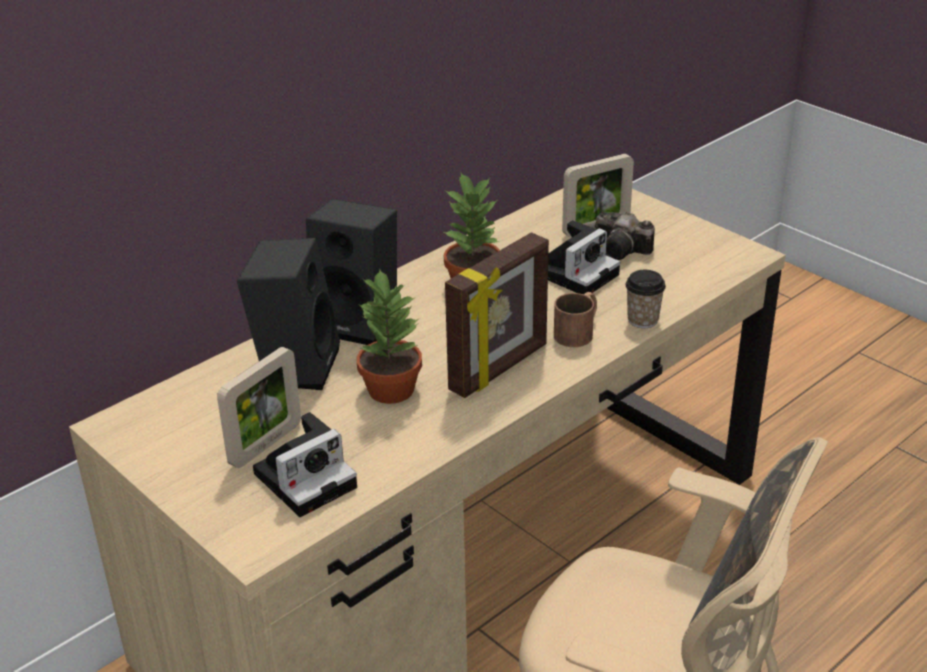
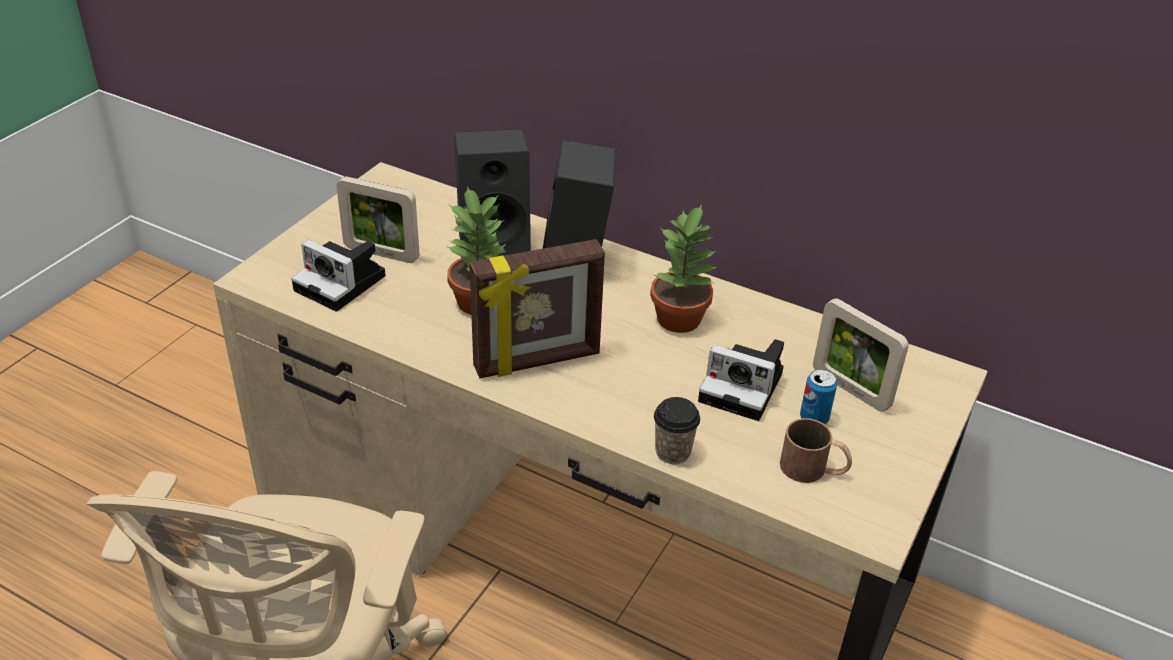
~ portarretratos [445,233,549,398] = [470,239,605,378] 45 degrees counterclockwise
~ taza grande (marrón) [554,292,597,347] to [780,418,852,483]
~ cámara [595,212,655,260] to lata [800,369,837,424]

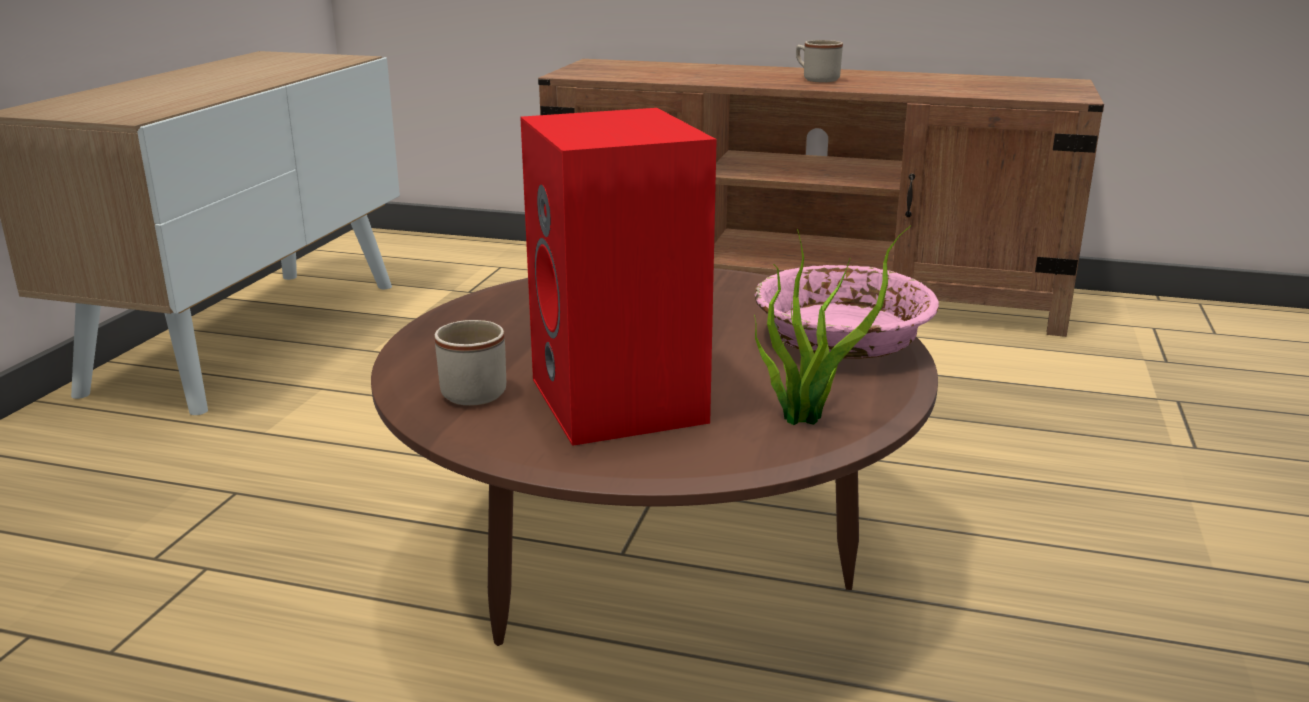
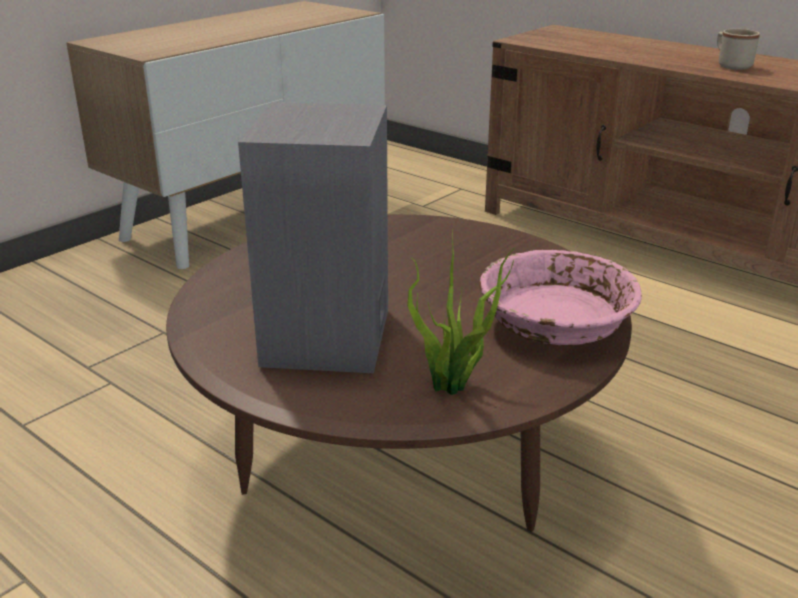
- taza grande (beis) [434,320,506,406]
~ altavoz (rojo) [520,108,717,446] to altavoz (gris) [238,102,388,373]

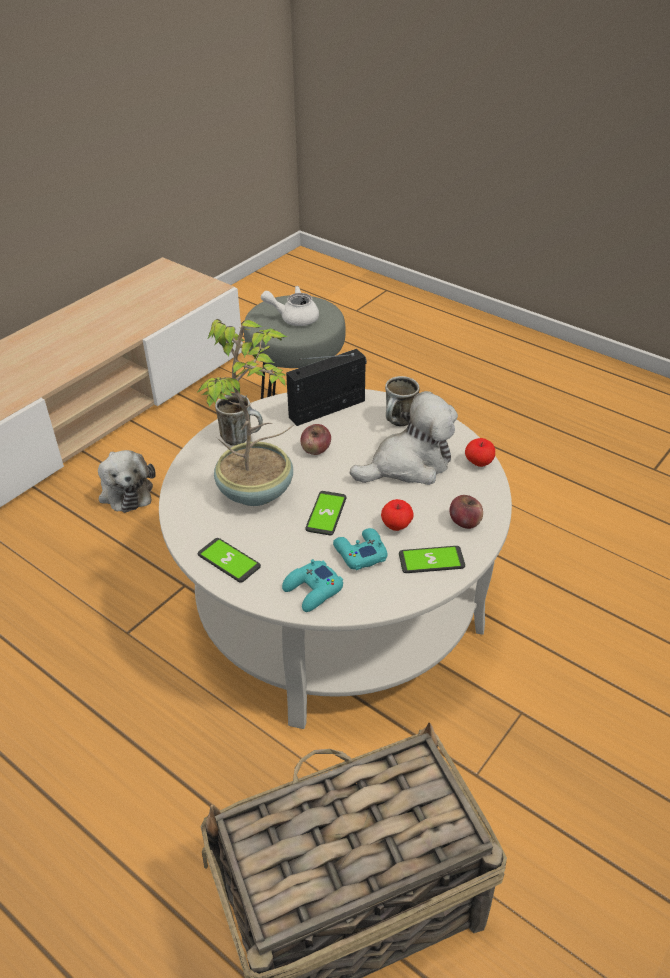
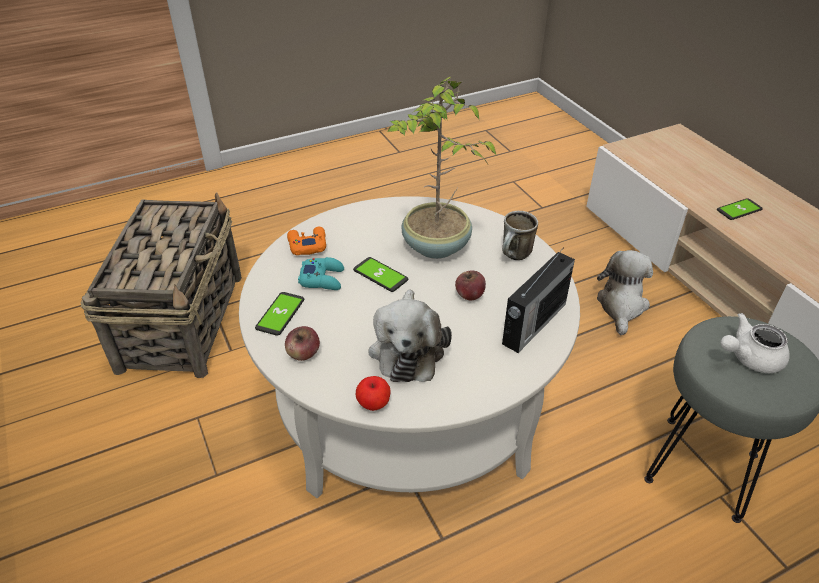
~ peluche [98,450,156,513] = [597,250,653,335] 105 degrees clockwise
~ móvil [198,538,261,582] to [717,198,762,220]
~ tetera (blanco) [261,286,319,326] = [720,313,790,373] 135 degrees counterclockwise
~ mando de consola (turquesa) [282,559,343,612] to mando de consola (naranja) [287,227,326,255]
~ radio [286,349,367,426] = [502,248,575,353] 45 degrees clockwise
- manzana [381,499,414,531]
- taza grande [385,376,420,426]

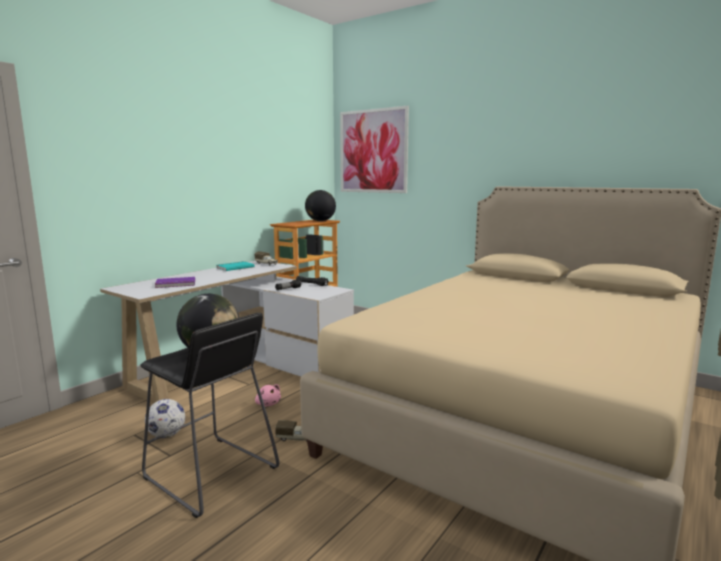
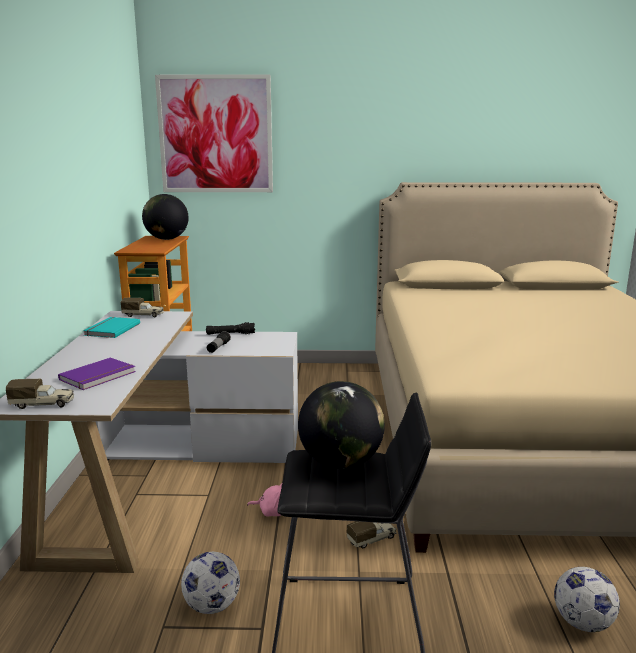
+ camión de juguete [6,379,74,409]
+ balón de fútbol [554,567,620,632]

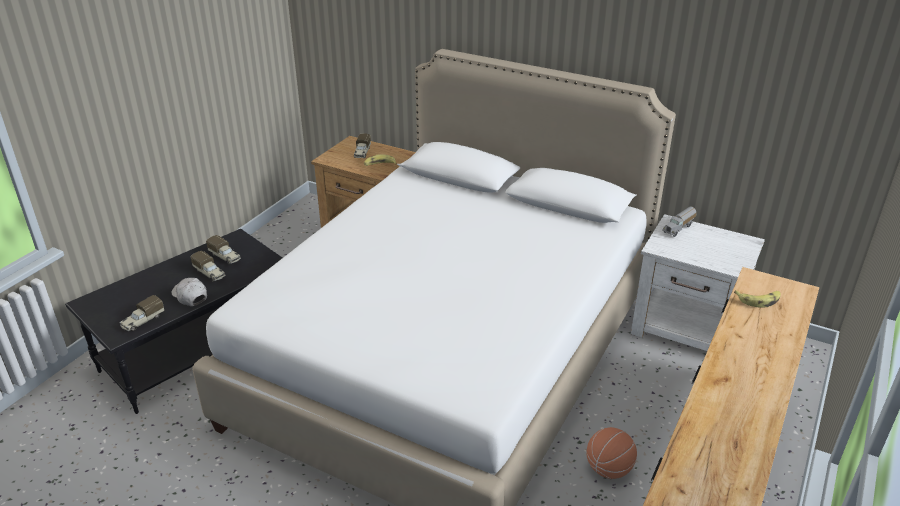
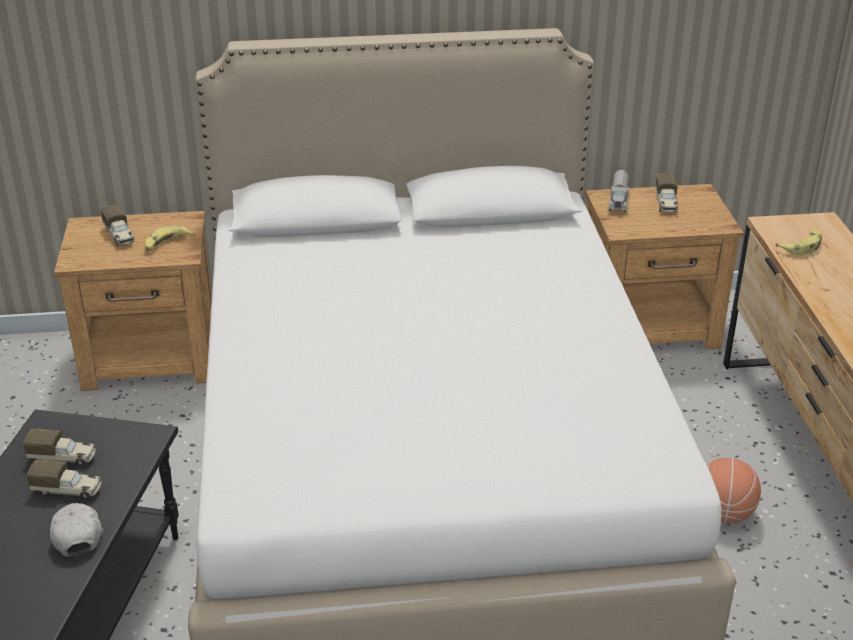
~ camión de juguete [119,295,165,331] to [656,173,678,212]
~ gorra (blanco) [172,278,207,306] = [50,503,103,557] 60 degrees clockwise
~ mesita de noche (blanco) [631,214,765,351] to mesita de noche (marrón) [585,184,744,349]

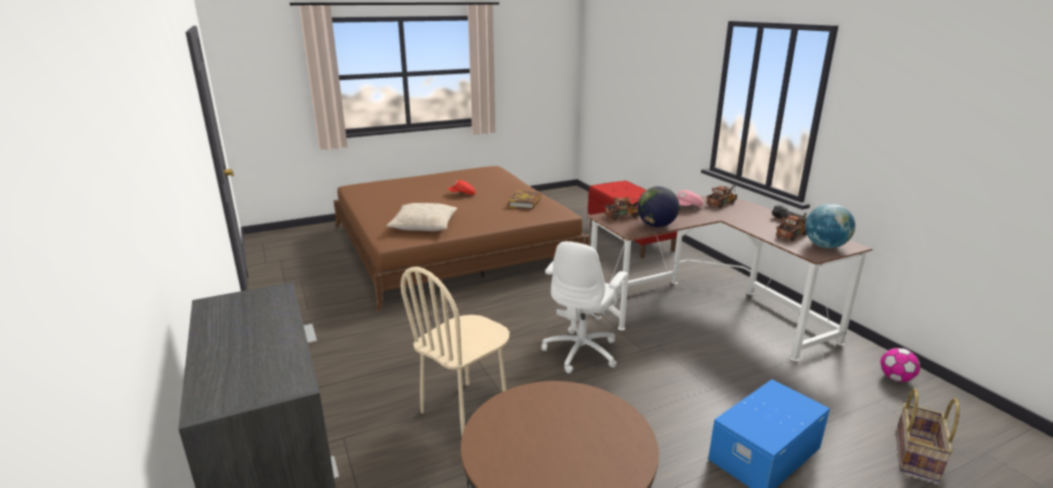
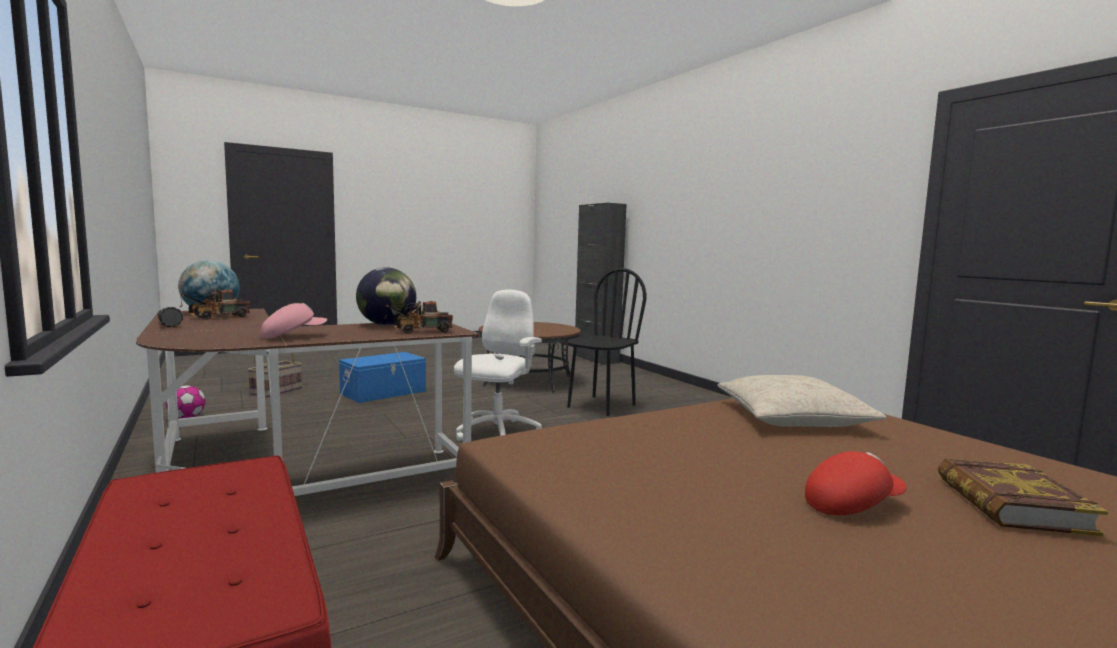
~ silla (beis) [401,267,509,437] to silla (negro) [567,268,646,416]
~ libro [508,191,542,209] to [938,459,1108,537]
- camión de juguete [707,185,737,208]

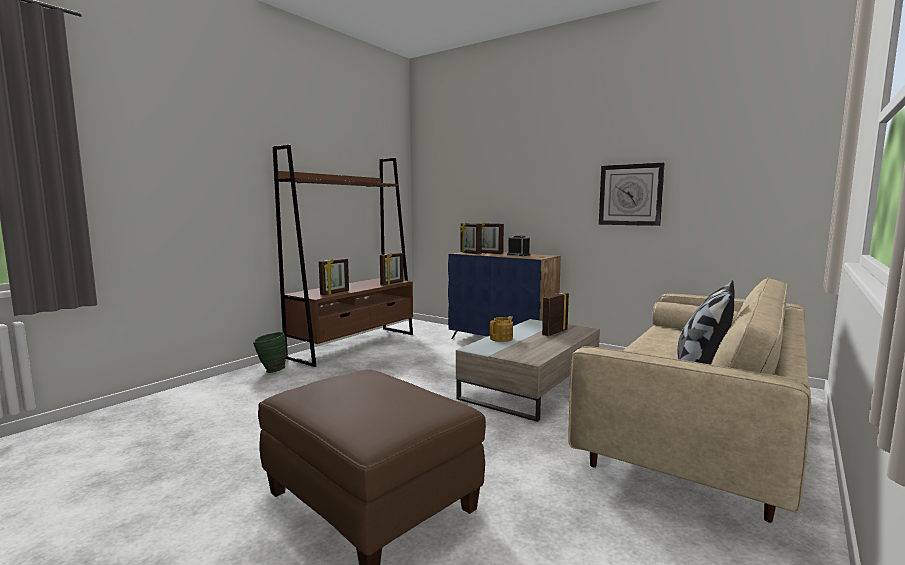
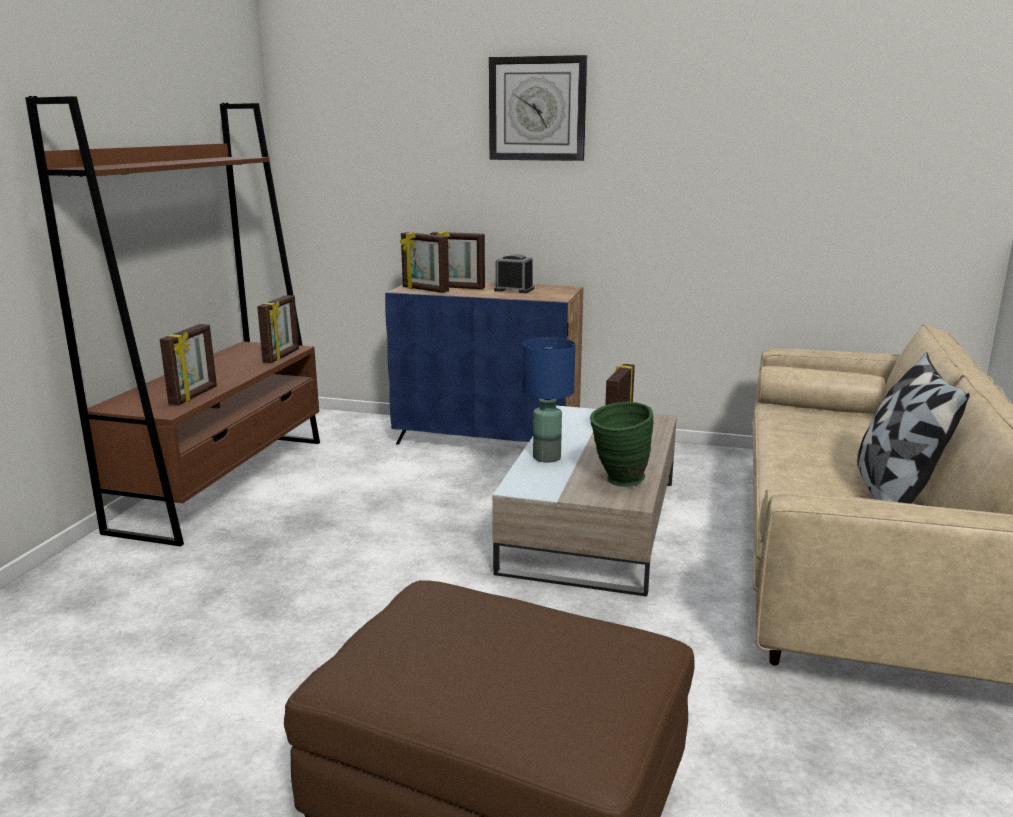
~ florero (verde) [253,332,286,373] to [590,401,653,487]
~ tetera [490,316,513,342] to lámpara de mesa (azul) [522,337,575,462]
~ reloj de pared [599,163,665,226] to [489,55,587,161]

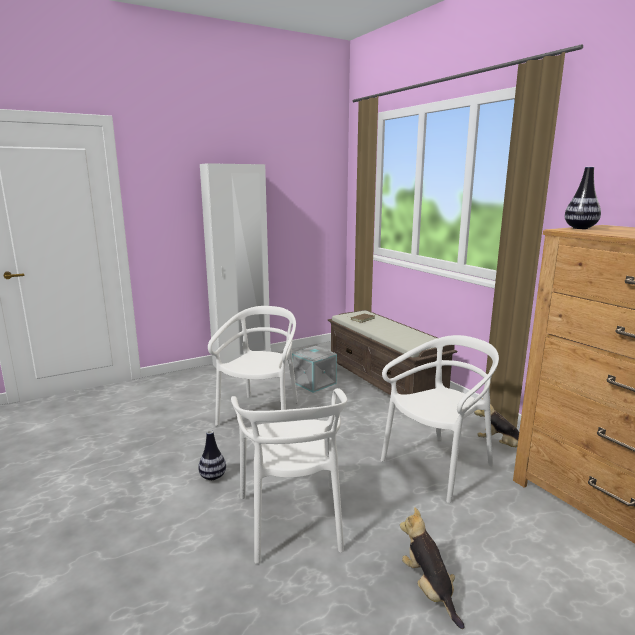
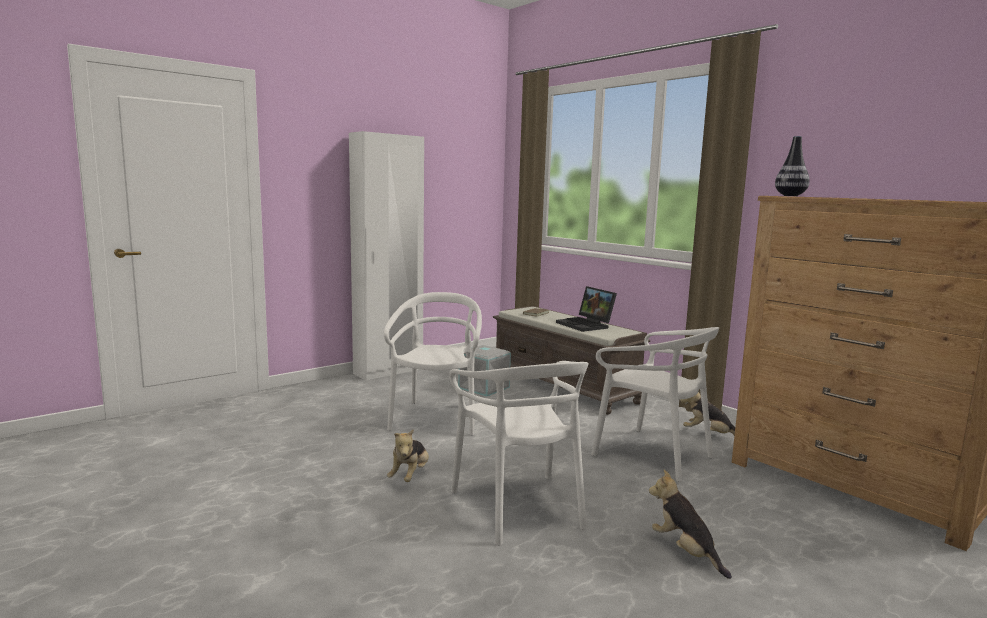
~ florero [198,430,226,480] to peluche [387,429,429,482]
~ silla (blanco) [381,335,499,503] = [591,327,719,482] 90 degrees clockwise
+ portátil [556,286,617,332]

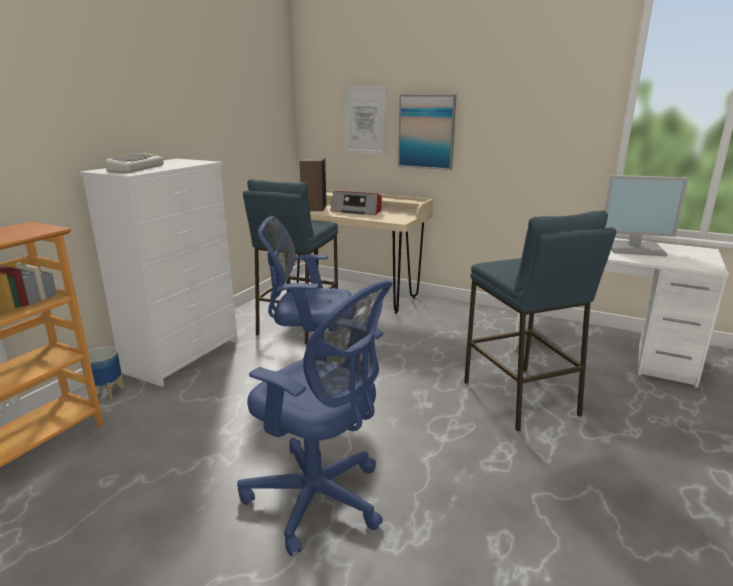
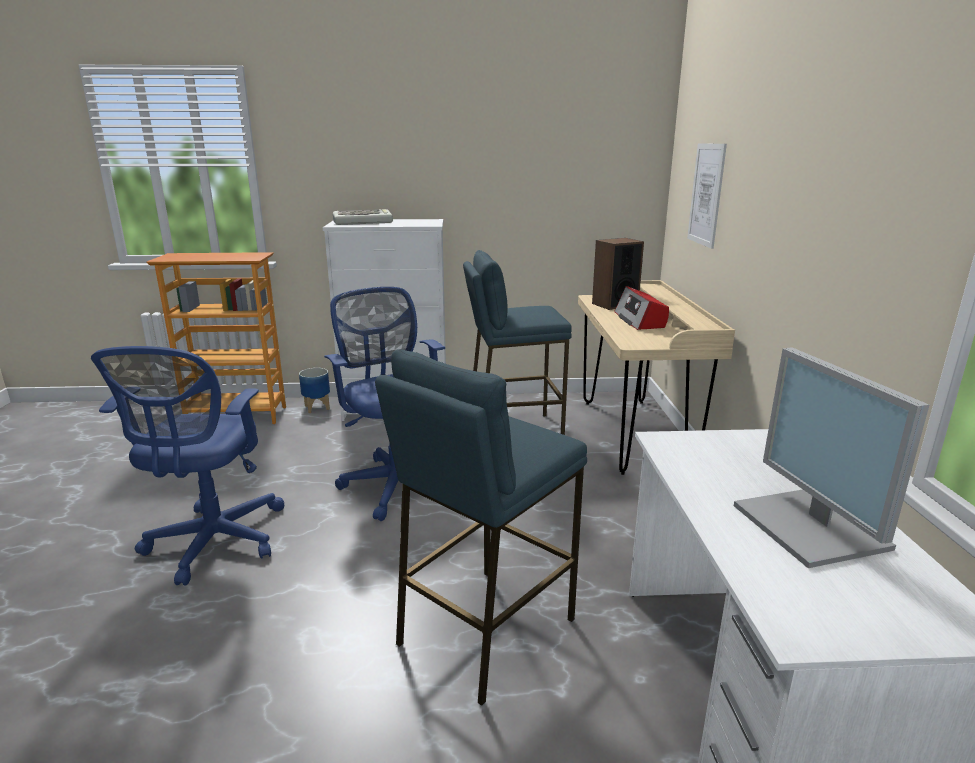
- cuadro [398,95,456,170]

